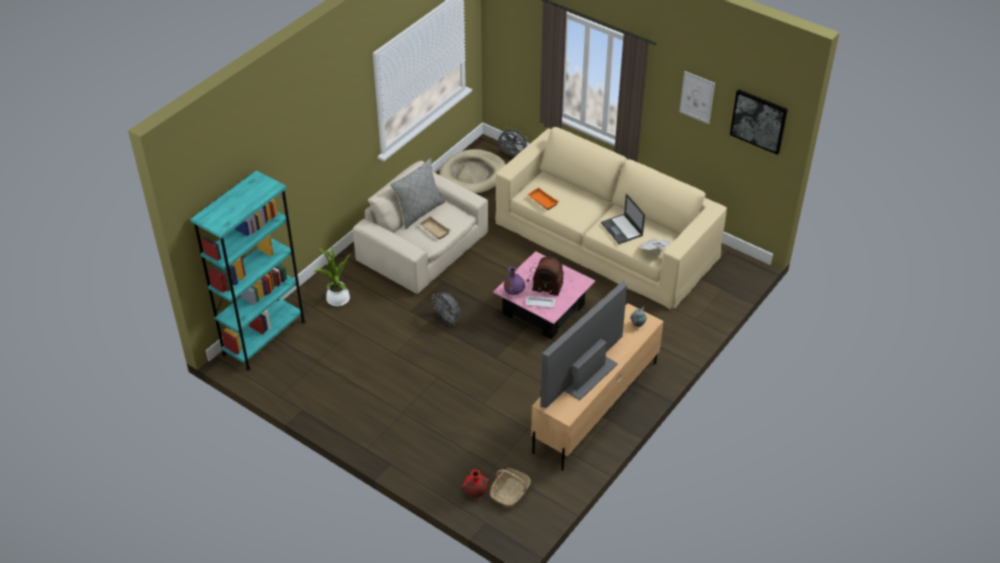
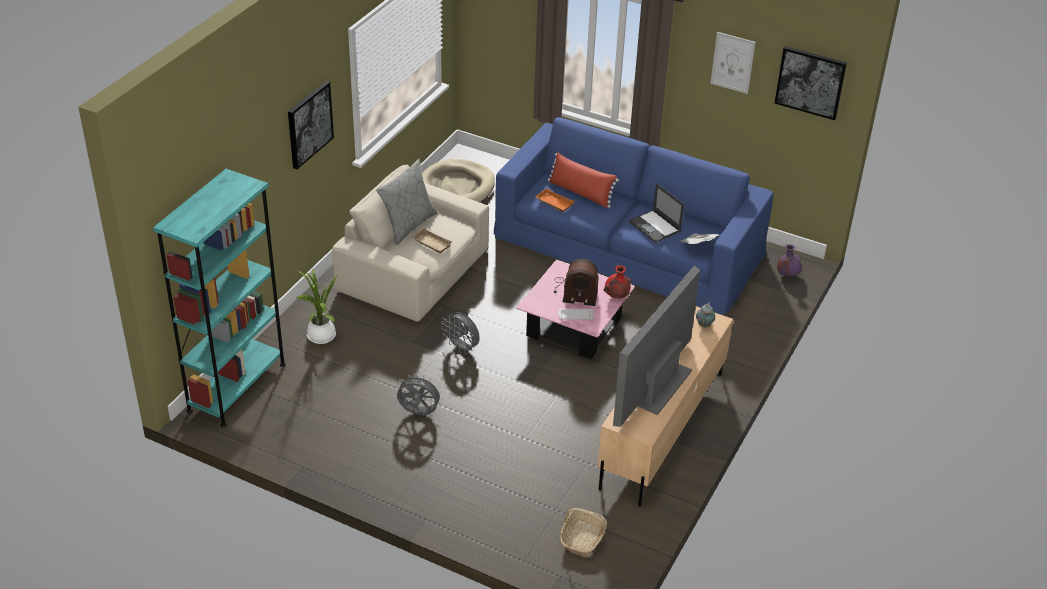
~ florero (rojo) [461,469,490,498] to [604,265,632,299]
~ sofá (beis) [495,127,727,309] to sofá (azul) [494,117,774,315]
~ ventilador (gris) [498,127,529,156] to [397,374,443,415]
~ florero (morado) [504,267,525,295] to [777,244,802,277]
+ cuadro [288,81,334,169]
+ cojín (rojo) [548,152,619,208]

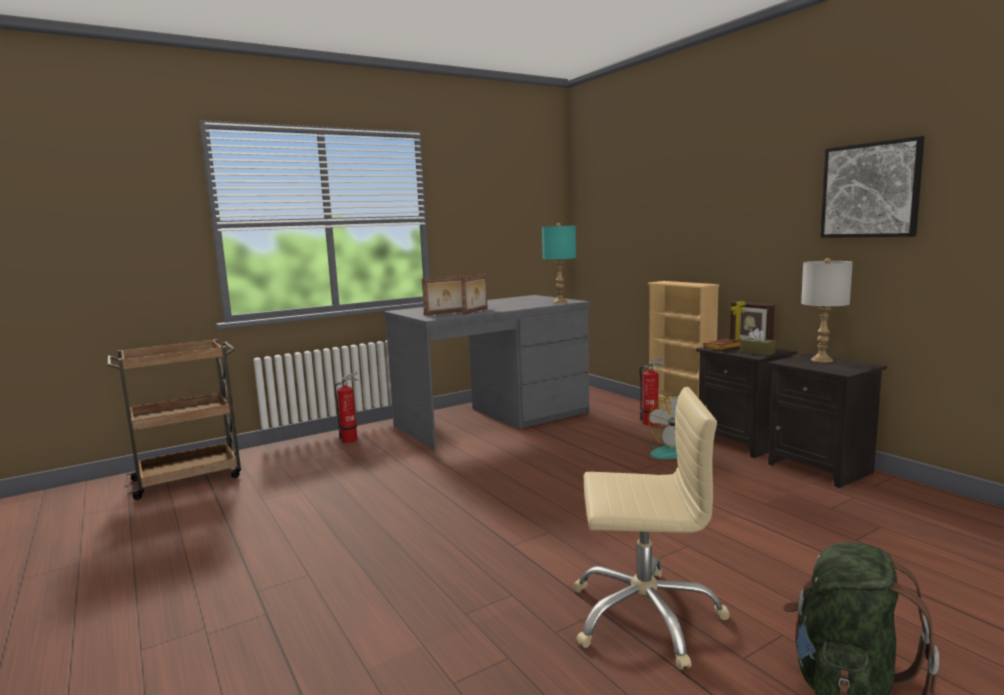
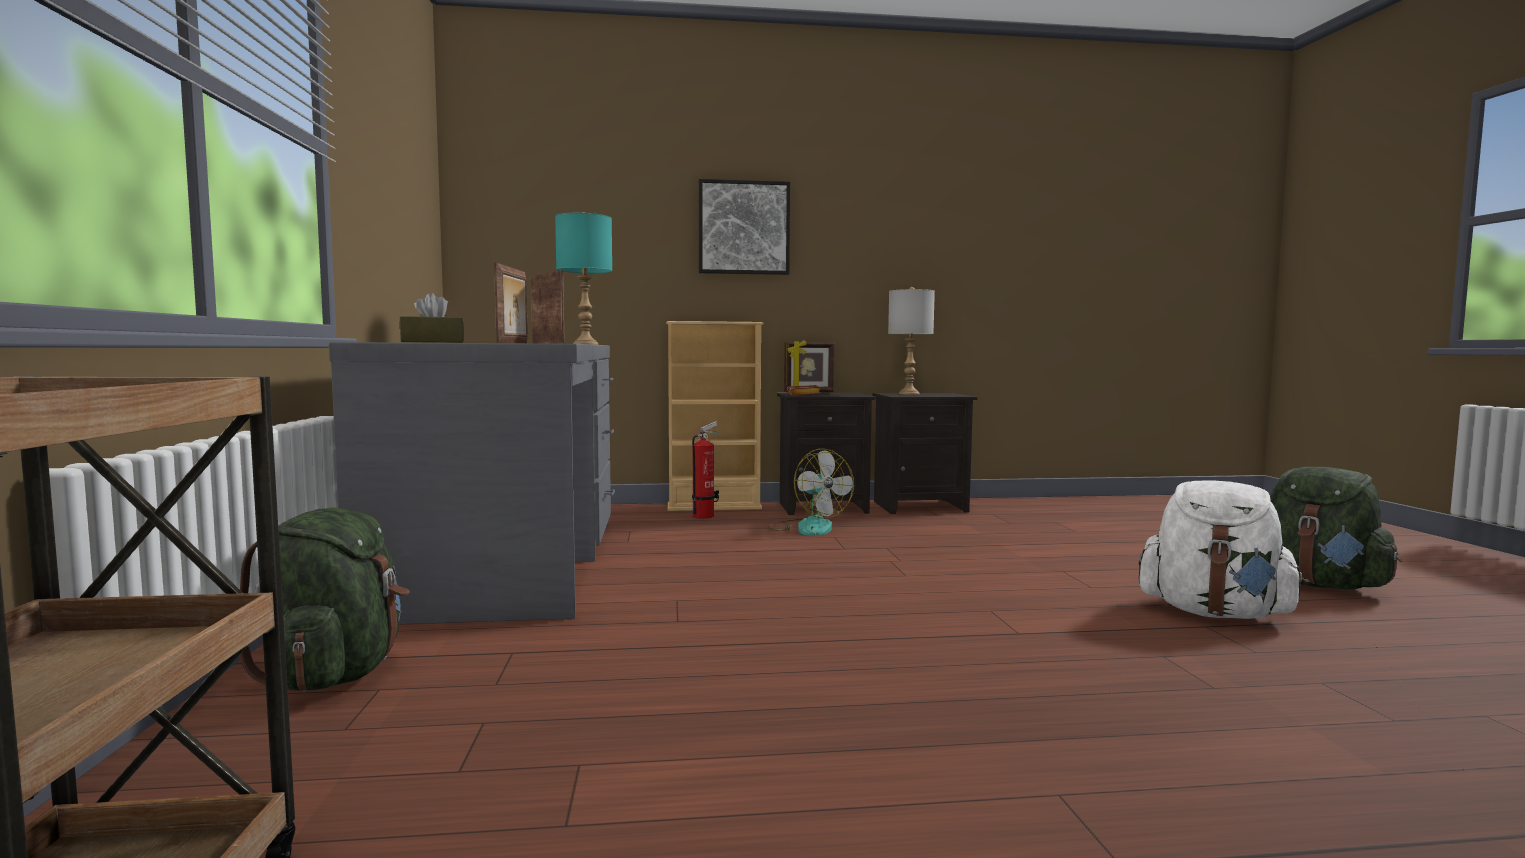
~ extintor [334,371,359,443] to mochila (verde) [239,508,409,691]
~ silla de oficina (beis) [573,387,730,670] to mochila (blanco) [1139,480,1306,619]
~ caja de pañuelos (marrón) [740,328,776,355] to [400,293,464,343]
~ cuadro [820,136,924,238] to [699,179,790,275]

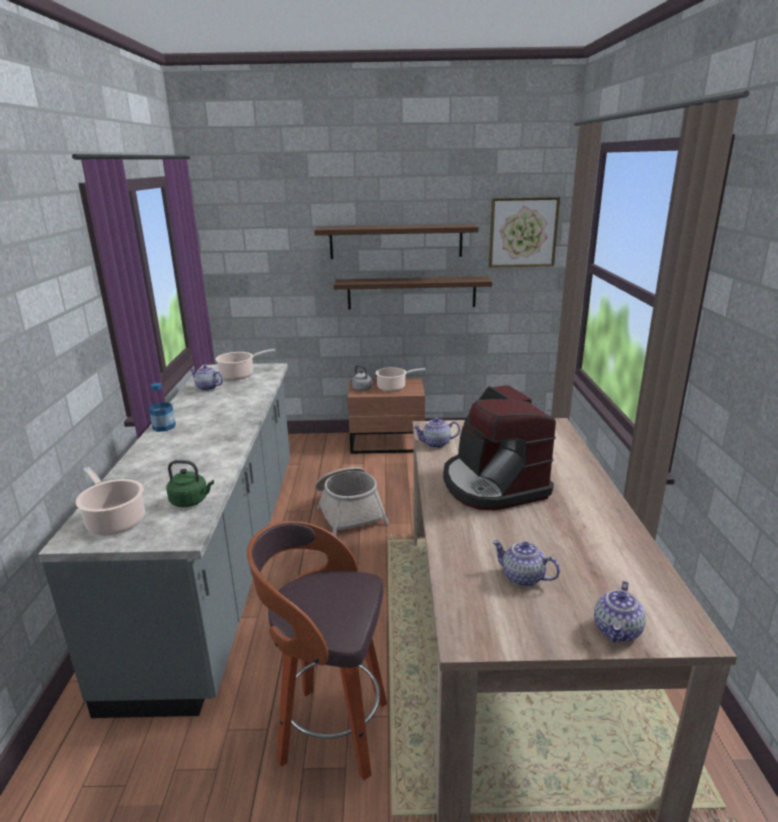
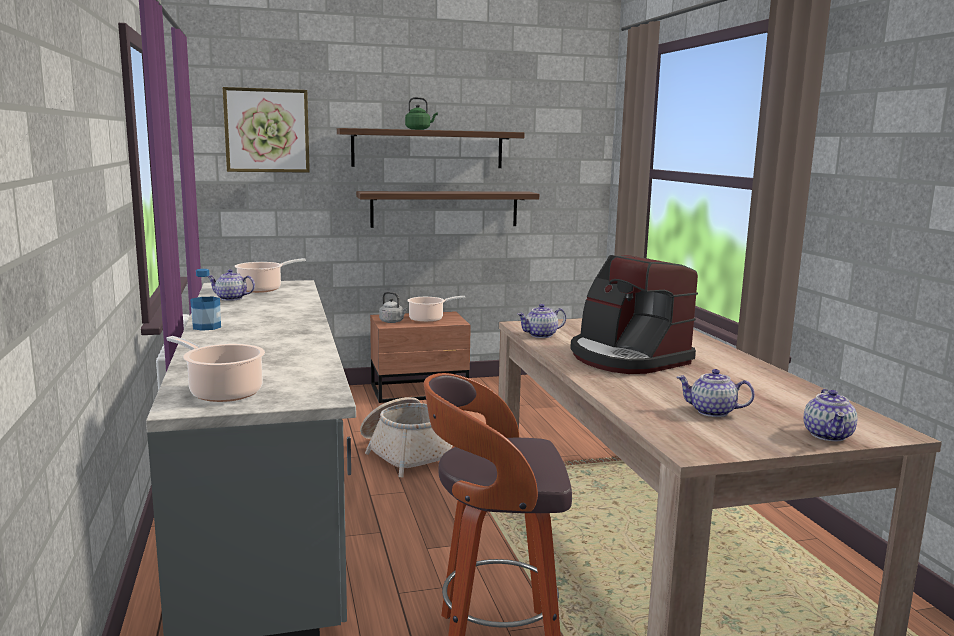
~ hervidor (verde) [166,460,214,507] to [405,97,438,130]
~ cuadro [489,197,560,268] to [223,87,310,173]

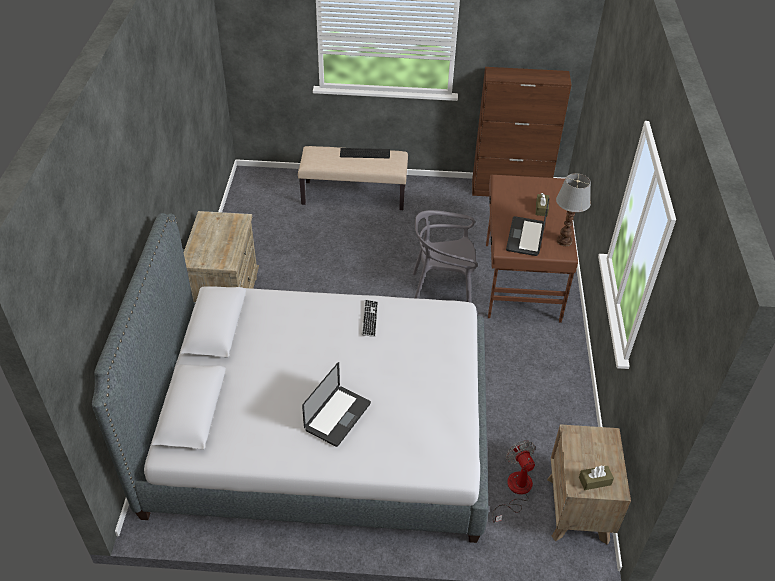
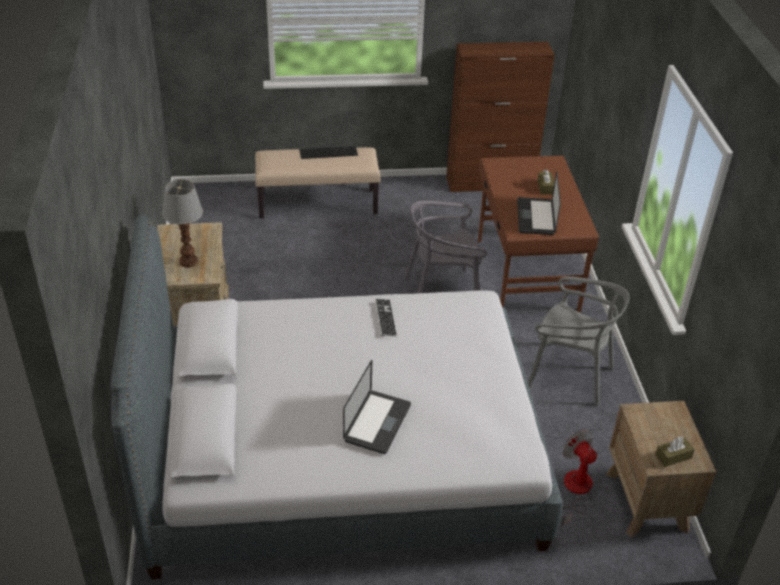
~ lámpara de mesa [556,173,591,246] to [162,179,203,268]
+ silla (gris) [528,276,630,406]

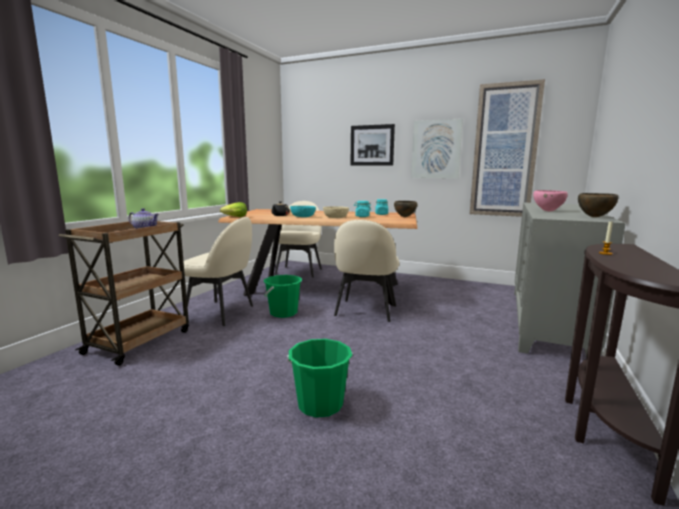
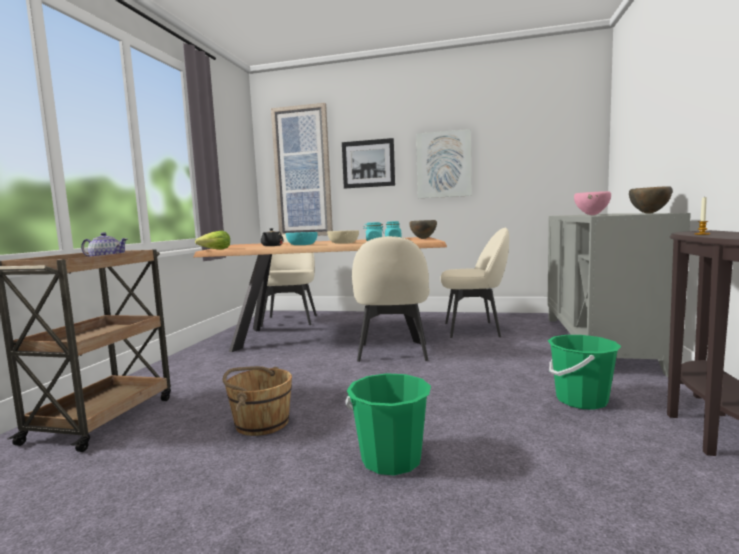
~ silla (beis) [179,217,253,326] to [440,228,509,338]
~ cubo (verde) [264,275,302,318] to [547,335,621,410]
~ cuadro [470,79,545,217] to [271,103,333,236]
+ cubo (marrón) [223,366,292,436]

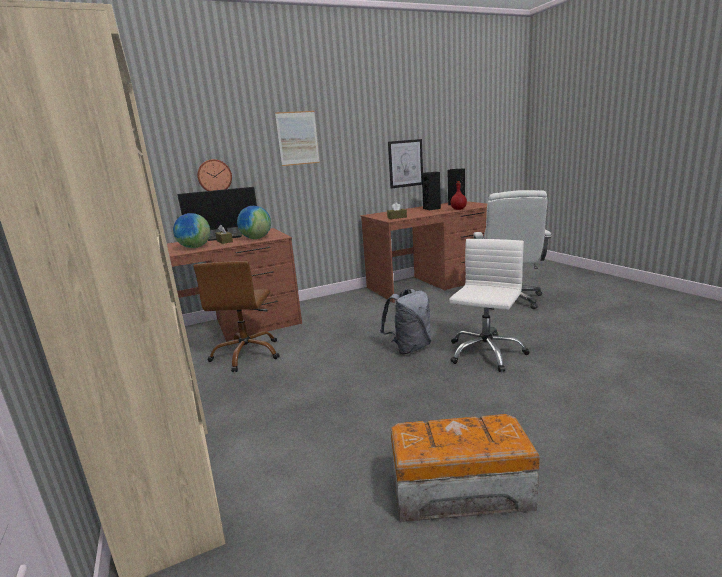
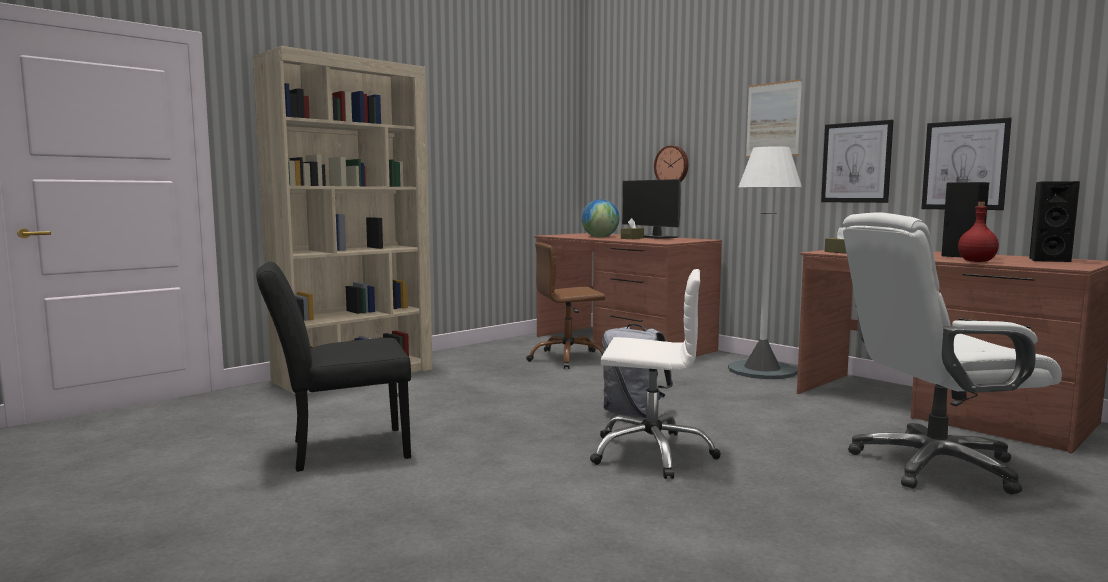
- globo terráqueo [237,206,271,239]
~ caja de almacenaje [391,414,540,522] to silla (negro) [256,262,411,472]
+ lámpara de pie (blanco) [728,146,802,379]
+ cuadro [821,120,894,203]

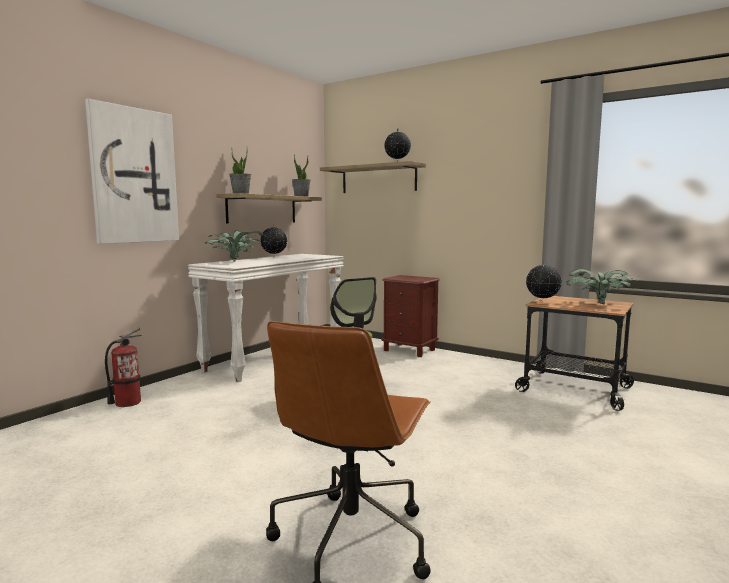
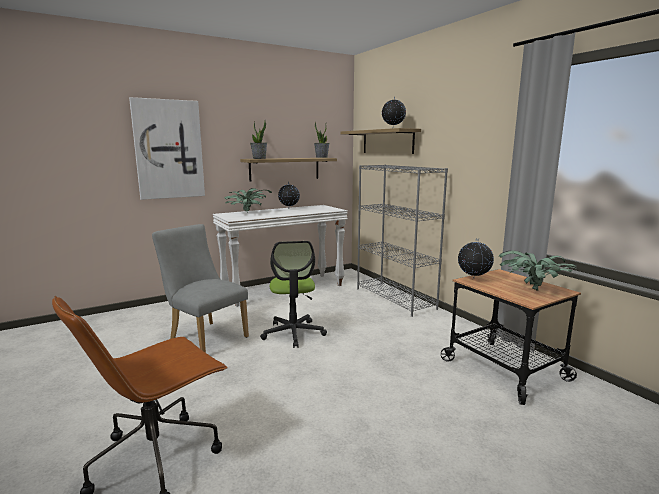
- extintor [105,328,141,407]
~ mesita de noche (marrón) [382,275,440,357] to estantería (gris) [357,165,448,317]
+ silla (gris) [152,224,249,353]

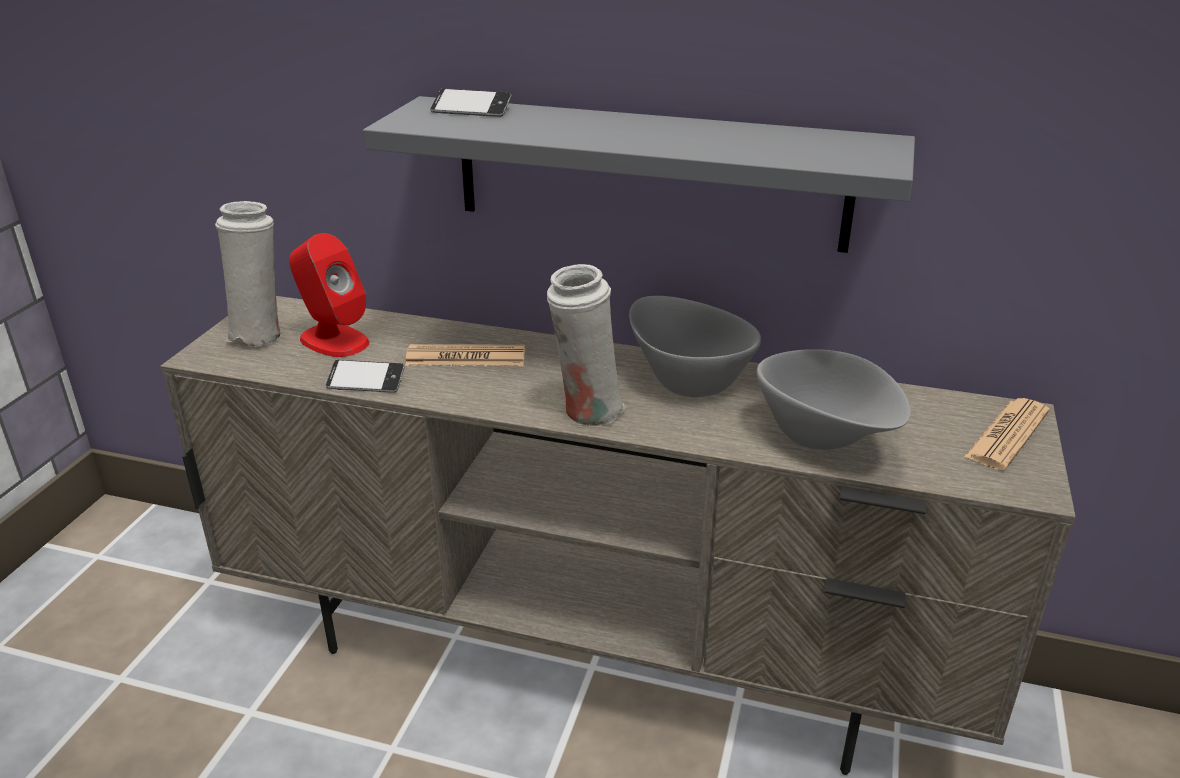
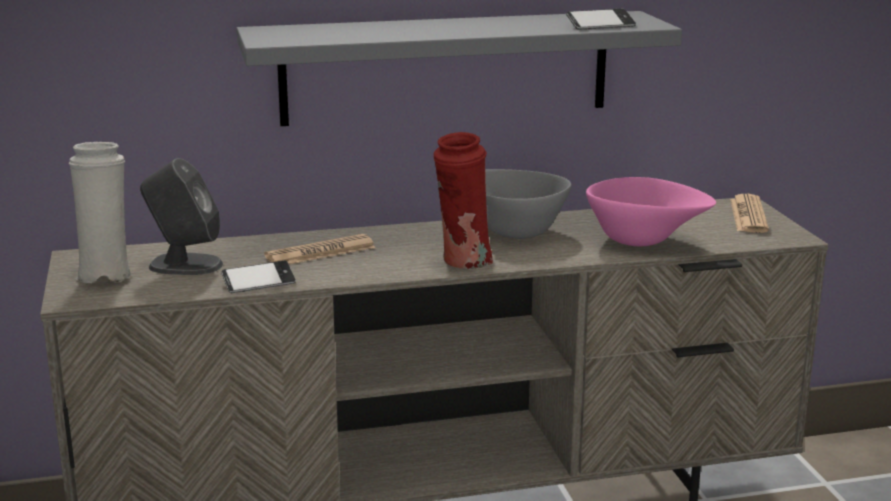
~ altavoz (rojo) [289,233,369,357] to altavoz (gris) [140,158,223,275]
~ móvil [430,88,512,117] to [566,9,636,30]
~ florero (blanco) [547,264,627,427] to florero (rojo) [433,132,493,269]
~ cuenco (gris) [757,349,911,450] to cuenco (rosa) [586,177,716,246]

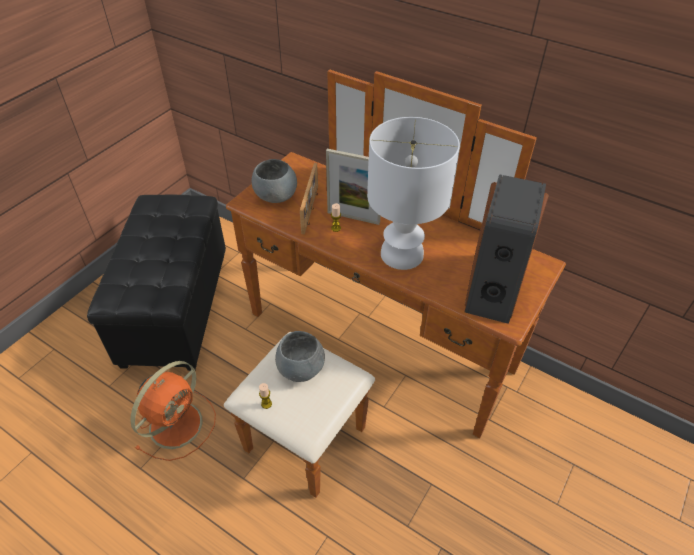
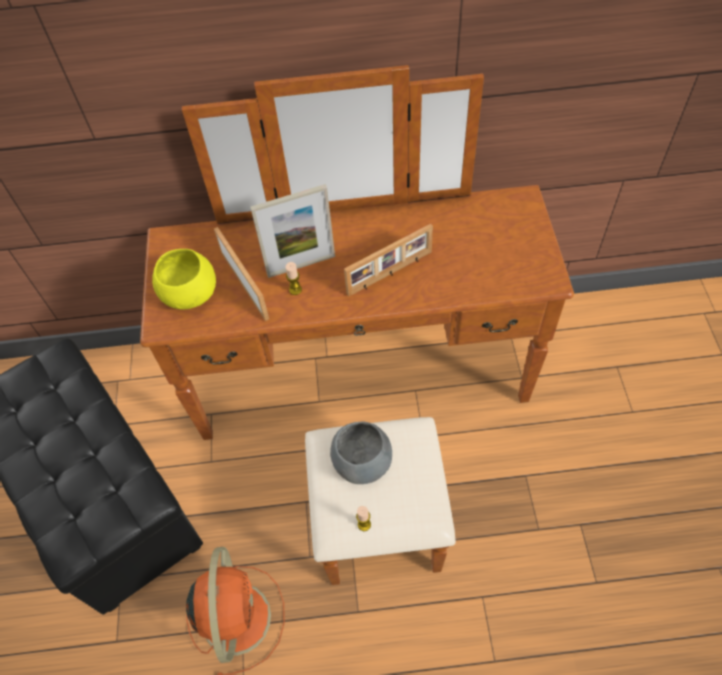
~ cuenco (gris) [252,159,297,203] to cuenco (amarillo) [152,249,216,310]
~ lámpara de mesa (blanco) [367,117,460,270] to portarretratos [344,224,433,296]
- altavoz [465,174,549,324]

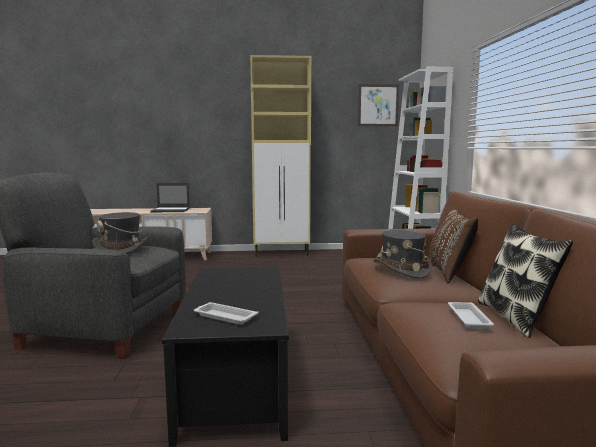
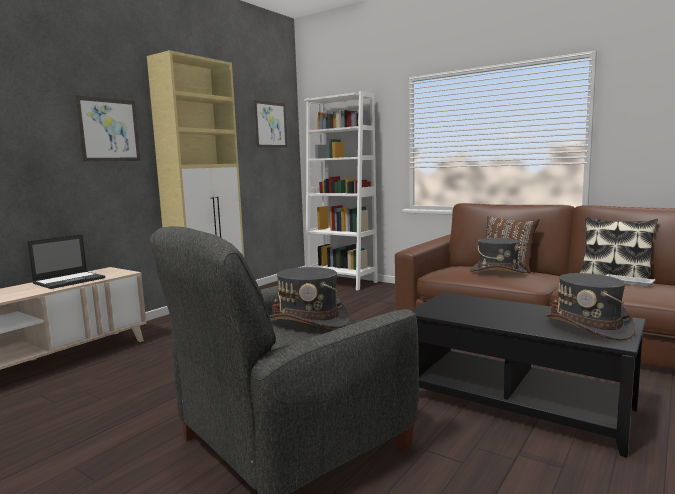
~ bandeja (blanco) [194,302,258,325] to sombrero (gris) [546,273,636,341]
+ cuadro [75,95,141,162]

